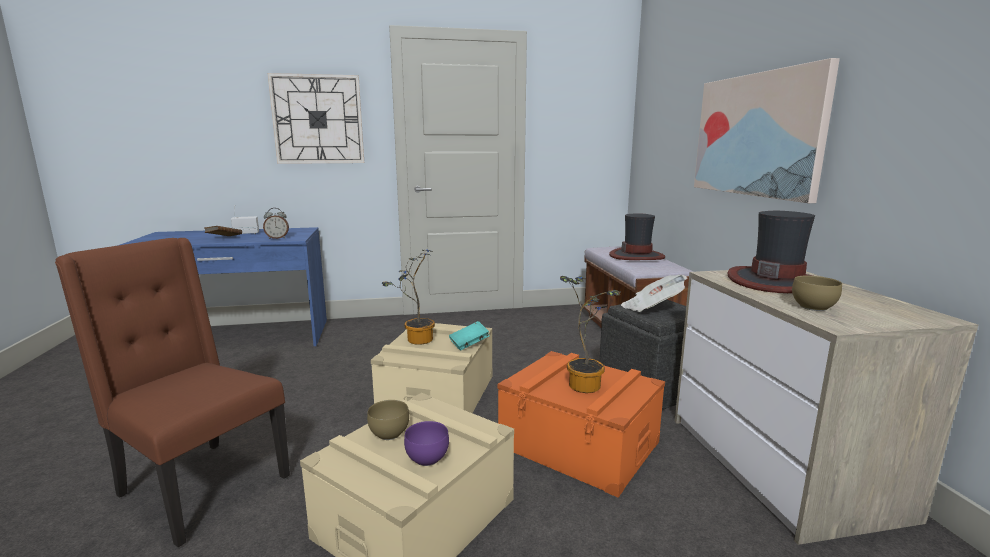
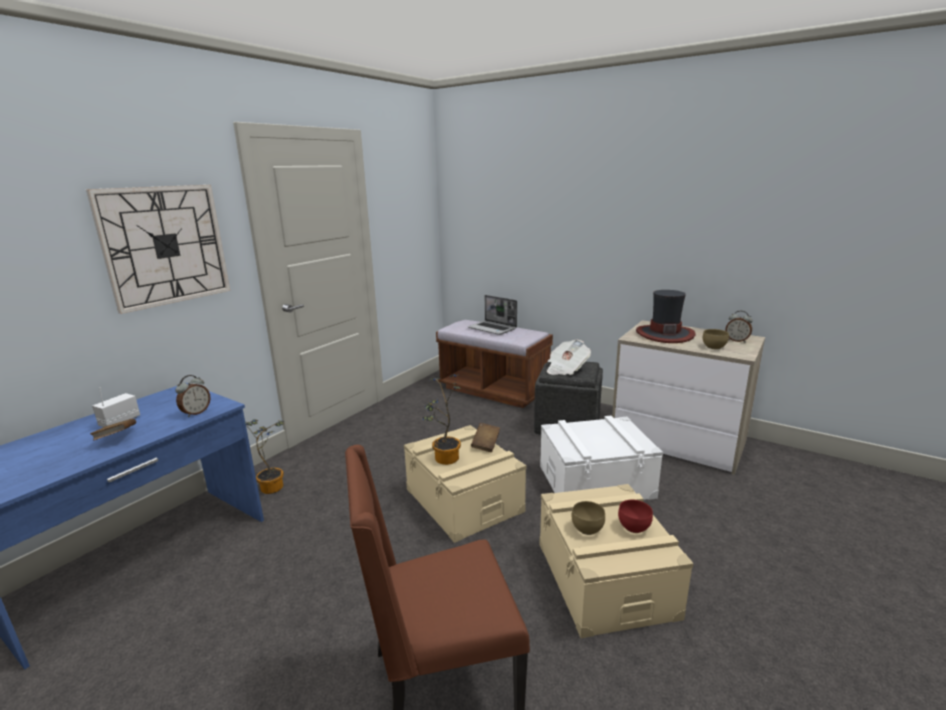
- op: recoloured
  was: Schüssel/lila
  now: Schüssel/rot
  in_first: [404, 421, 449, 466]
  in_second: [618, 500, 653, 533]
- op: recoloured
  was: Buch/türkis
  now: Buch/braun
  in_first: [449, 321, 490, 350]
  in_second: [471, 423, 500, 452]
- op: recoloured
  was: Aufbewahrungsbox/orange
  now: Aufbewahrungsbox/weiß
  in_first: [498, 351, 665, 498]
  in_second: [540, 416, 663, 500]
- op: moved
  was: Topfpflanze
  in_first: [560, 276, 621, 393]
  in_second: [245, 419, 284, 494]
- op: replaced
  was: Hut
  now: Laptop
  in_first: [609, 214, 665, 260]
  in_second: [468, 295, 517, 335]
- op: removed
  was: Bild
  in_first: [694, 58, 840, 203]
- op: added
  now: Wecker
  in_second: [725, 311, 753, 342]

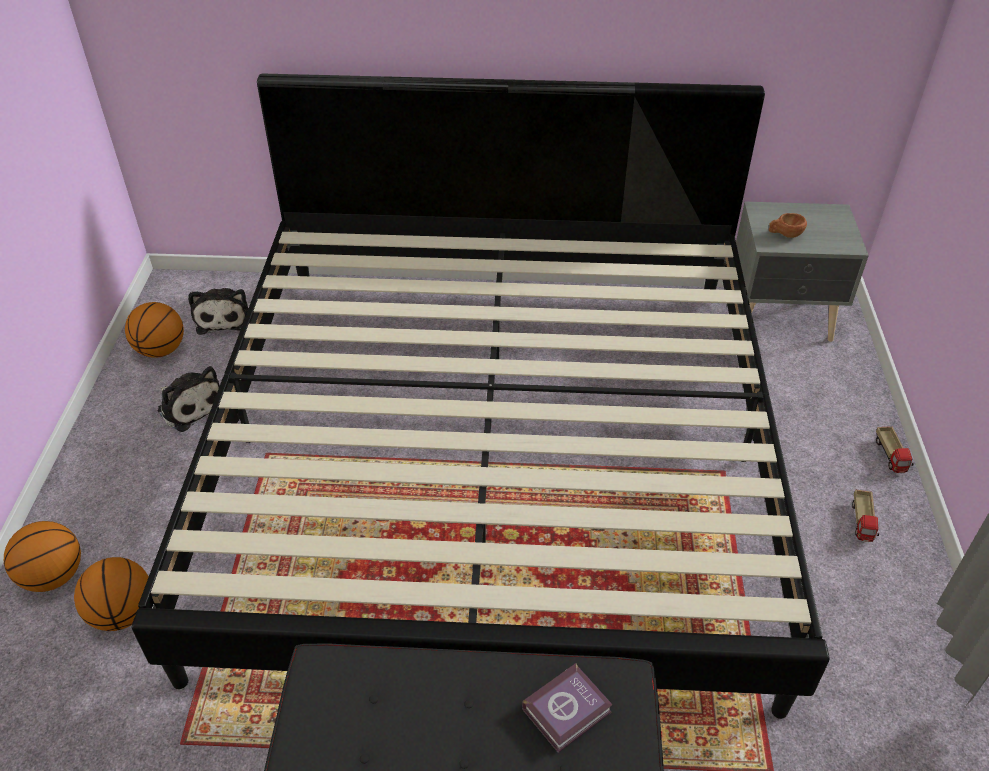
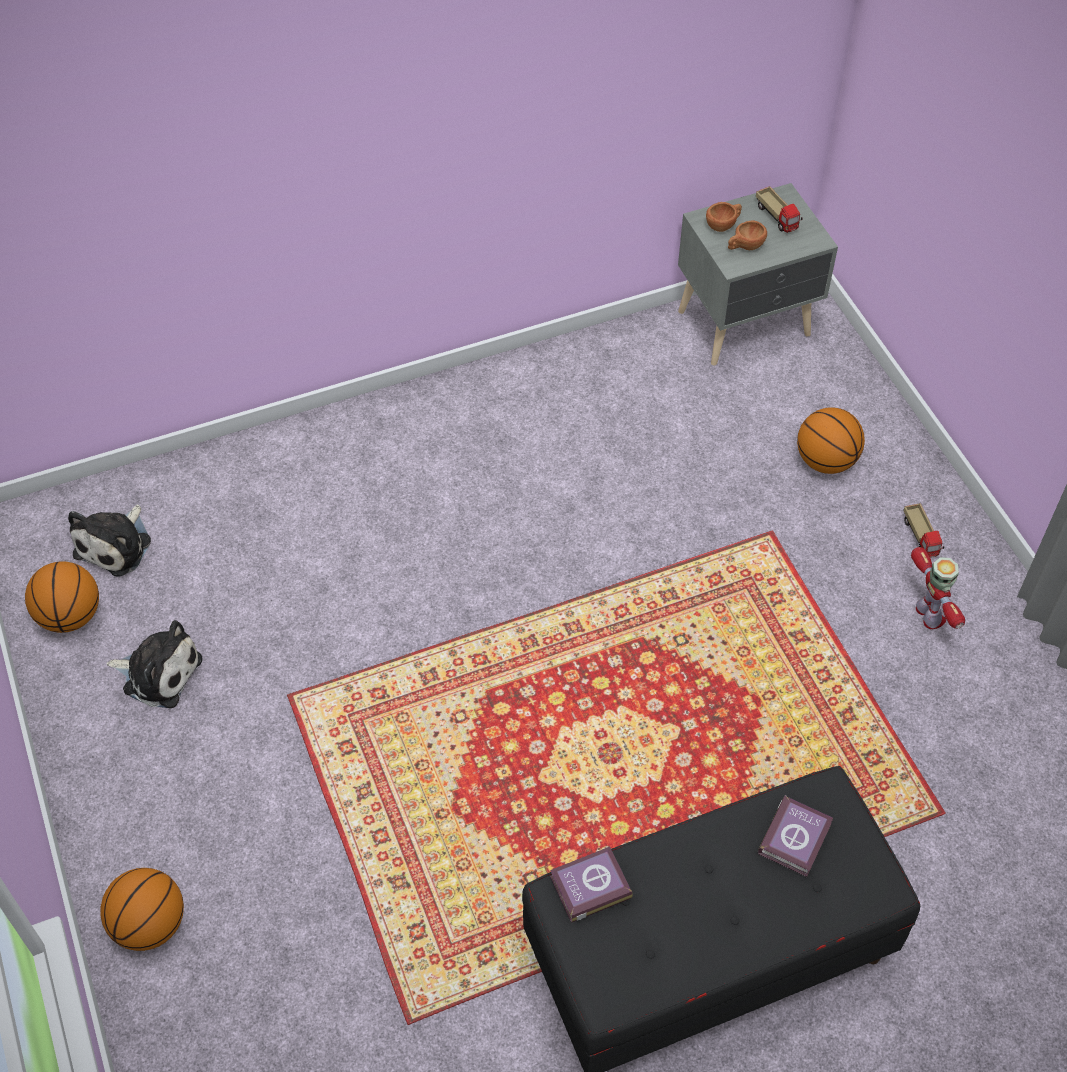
- op: moved
  was: Basketball
  in_first: [74, 557, 149, 631]
  in_second: [797, 408, 865, 474]
- op: removed
  was: Bett
  in_first: [132, 74, 830, 719]
- op: turned
  was: Plüschtier
  in_first: [188, 288, 248, 335]
  in_second: [68, 505, 151, 576]
  clockwise: 60
- op: moved
  was: Spielzeuglaster
  in_first: [876, 426, 914, 473]
  in_second: [756, 186, 803, 233]
- op: added
  now: Buch
  in_second: [550, 847, 632, 923]
- op: added
  now: Tasse/braun
  in_second: [706, 202, 742, 232]
- op: added
  now: Spielzeugroboter
  in_second: [911, 547, 965, 629]

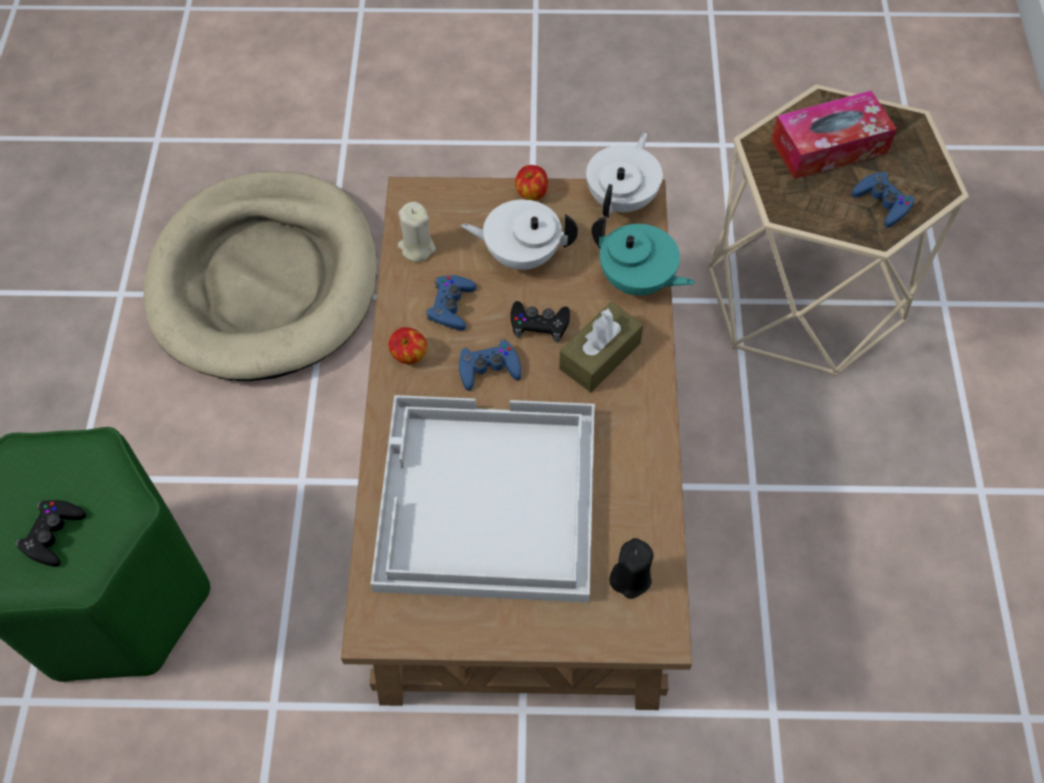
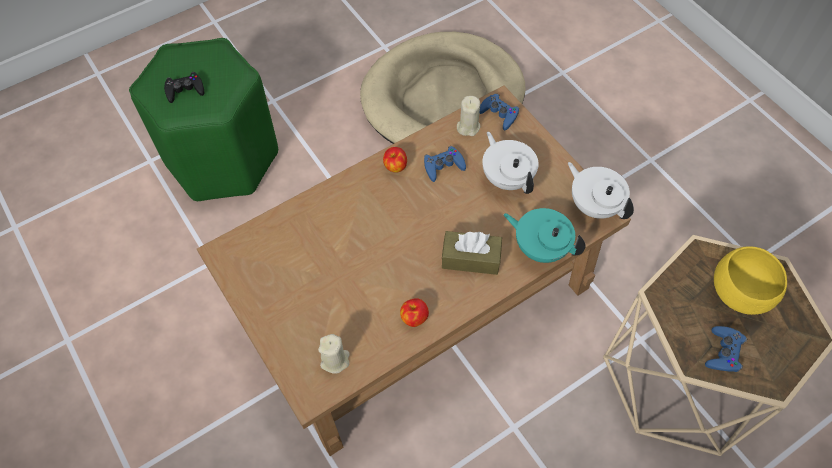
- op: removed
  was: Tablett/weiß
  in_first: [371, 395, 595, 603]
- op: moved
  was: Gamepad/blau
  in_first: [459, 339, 521, 391]
  in_second: [479, 93, 519, 130]
- op: removed
  was: Gamepad/schwarz
  in_first: [510, 301, 570, 342]
- op: moved
  was: Apfel
  in_first: [515, 165, 548, 201]
  in_second: [400, 298, 429, 327]
- op: turned
  was: Teekanne/weiß
  in_first: [586, 132, 663, 217]
  in_second: [568, 162, 634, 219]
  clockwise: -120
- op: turned
  was: Teekanne/türkis
  in_first: [592, 217, 695, 295]
  in_second: [504, 208, 586, 263]
  clockwise: 120
- op: recoloured
  was: Kerze/schwarz
  now: Kerze/beige
  in_first: [609, 538, 654, 599]
  in_second: [318, 334, 350, 374]
- op: replaced
  was: Taschentuchbox
  now: Schüssel/gelb
  in_first: [771, 91, 897, 179]
  in_second: [714, 246, 787, 315]

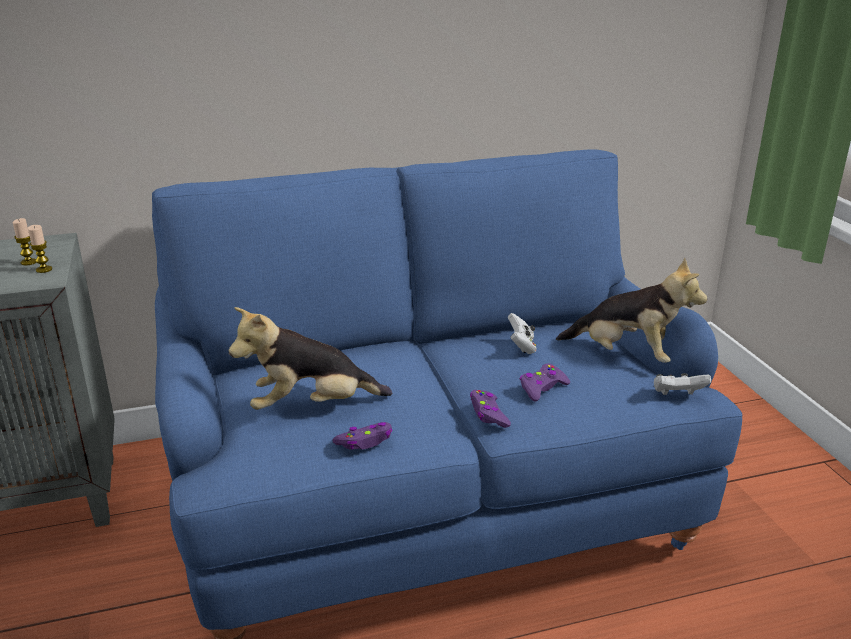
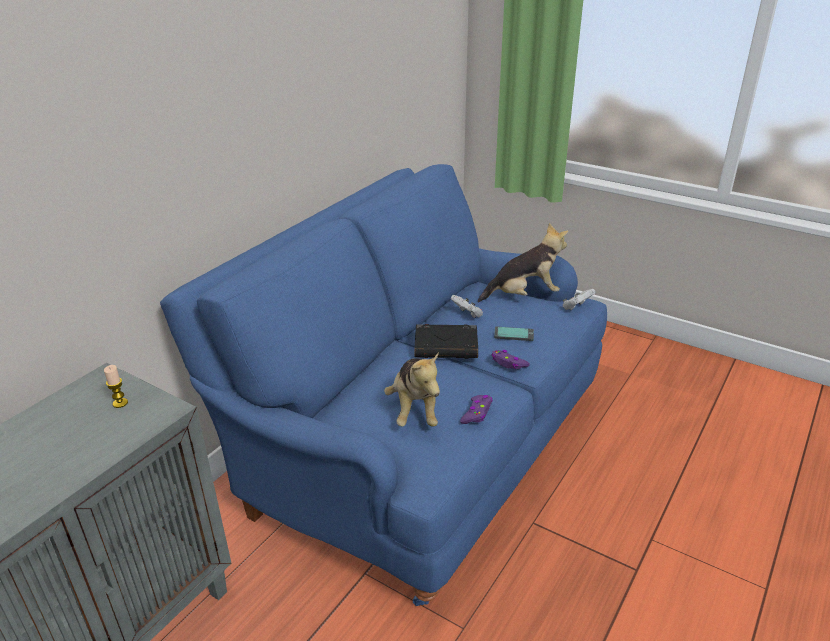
- op: removed
  was: Kerze
  in_first: [28, 225, 52, 273]
- op: turned
  was: Plüschtier
  in_first: [229, 307, 392, 410]
  in_second: [384, 352, 440, 427]
  clockwise: -45
- op: replaced
  was: Gamepad/lila
  now: Handy
  in_first: [520, 363, 570, 401]
  in_second: [494, 327, 534, 341]
- op: added
  now: Buch/schwarz
  in_second: [414, 324, 478, 359]

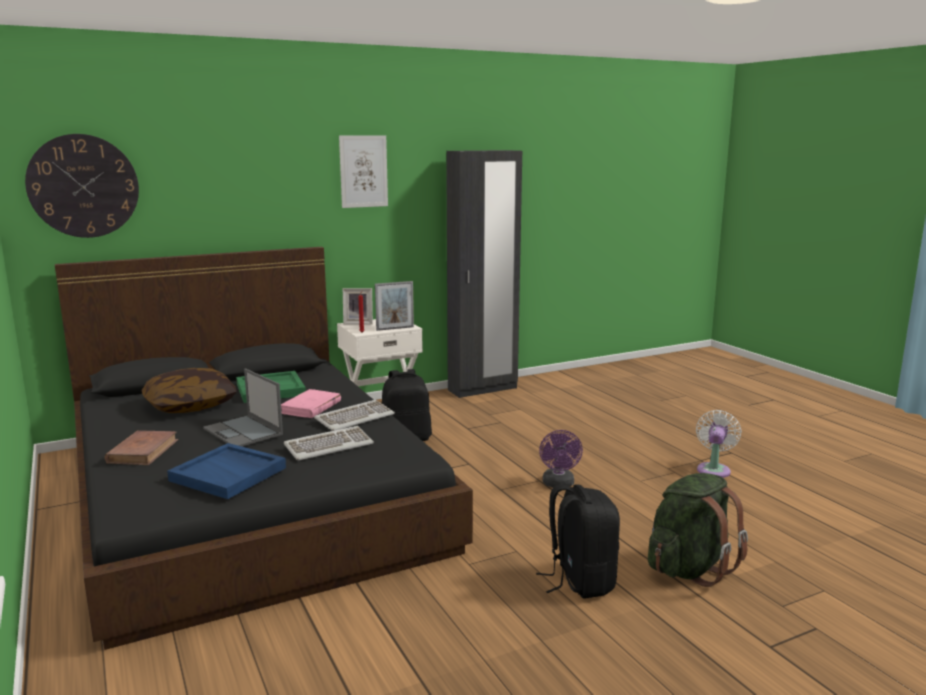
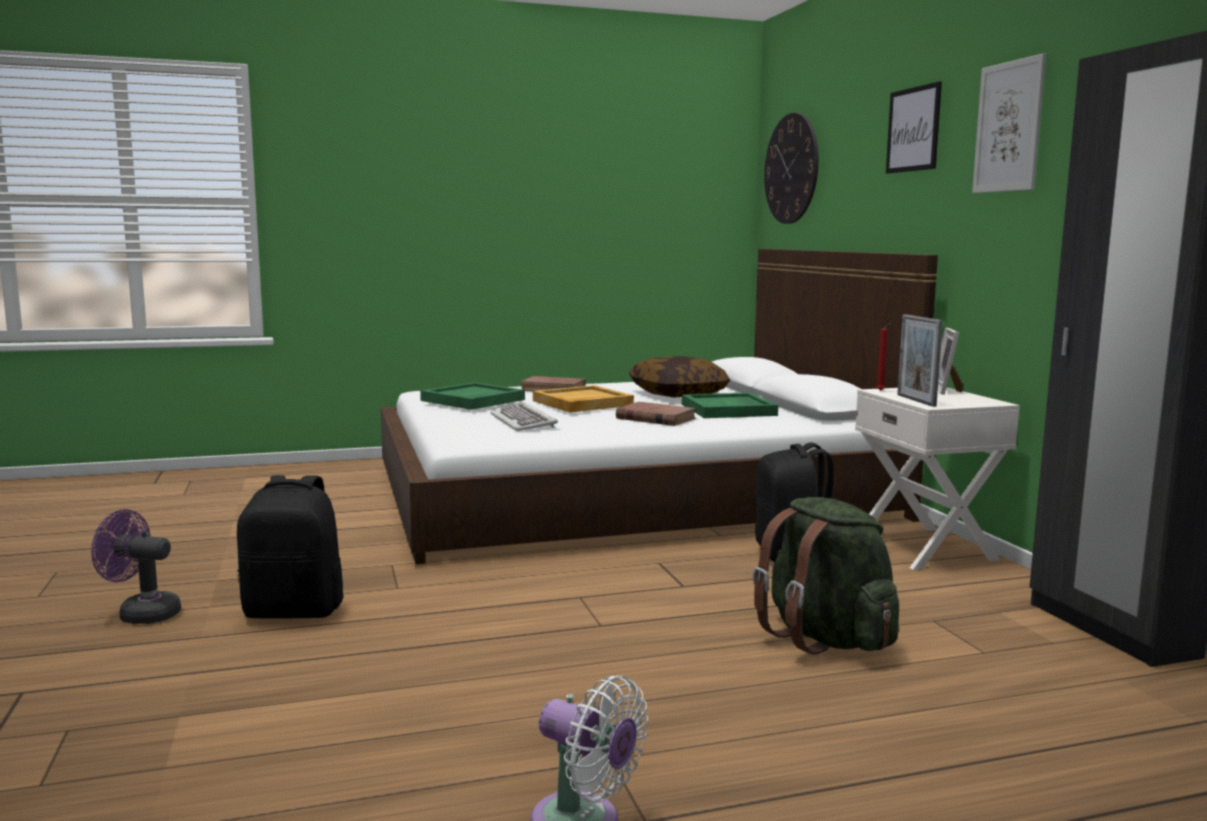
- op: recoloured
  was: Bett/schwarz
  now: Bett/weiß
  in_first: [55, 247, 473, 650]
  in_second: [381, 249, 938, 564]
- op: recoloured
  was: Tablett/blau
  now: Tablett/grün
  in_first: [167, 443, 286, 499]
  in_second: [420, 382, 525, 410]
- op: replaced
  was: Laptop
  now: Tablett/beige
  in_first: [203, 368, 283, 447]
  in_second: [533, 385, 634, 413]
- op: recoloured
  was: Buch/rosa
  now: Buch/braun
  in_first: [281, 389, 341, 418]
  in_second: [616, 402, 696, 426]
- op: removed
  was: Tastatur
  in_first: [314, 400, 395, 431]
- op: moved
  was: Ventilator/lila
  in_first: [539, 430, 583, 487]
  in_second: [91, 509, 181, 624]
- op: moved
  was: Rucksack/grün
  in_first: [648, 473, 748, 587]
  in_second: [753, 497, 899, 655]
- op: added
  now: Bild
  in_second: [886, 81, 942, 173]

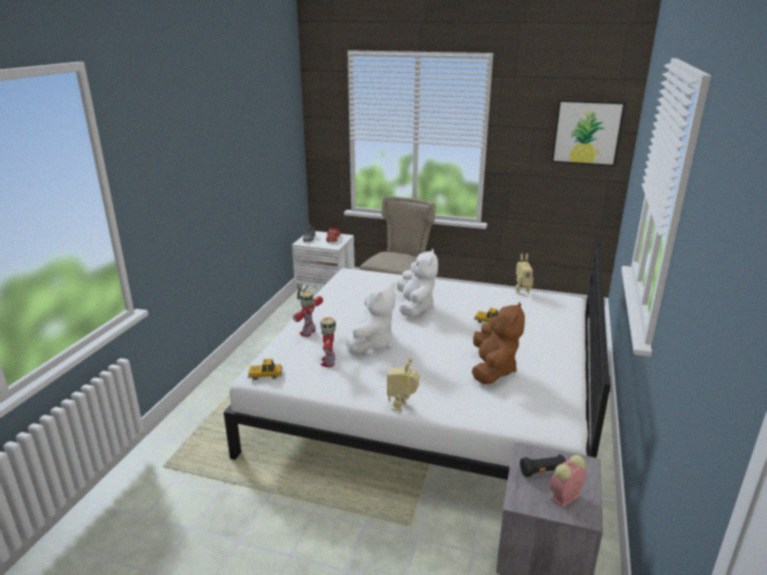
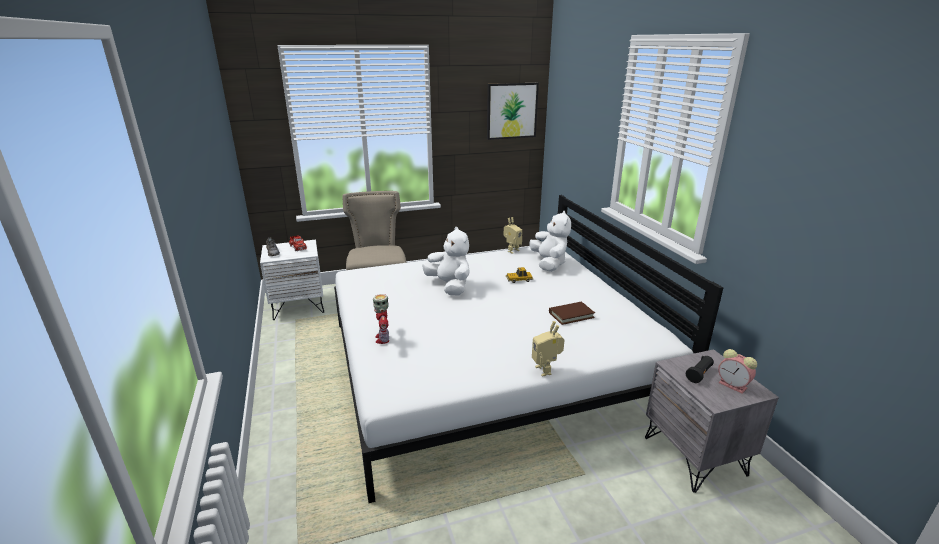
- op: removed
  was: Spielzeugauto
  in_first: [248, 359, 283, 380]
- op: removed
  was: Spielzeugroboter
  in_first: [320, 317, 336, 367]
- op: moved
  was: Plüschtier/weiß
  in_first: [346, 282, 396, 354]
  in_second: [529, 211, 571, 272]
- op: replaced
  was: Plüschtier/braun
  now: Buch/braun
  in_first: [472, 302, 525, 385]
  in_second: [549, 302, 595, 325]
- op: turned
  was: Wecker
  in_first: [550, 455, 586, 508]
  in_second: [718, 349, 757, 394]
  clockwise: -60

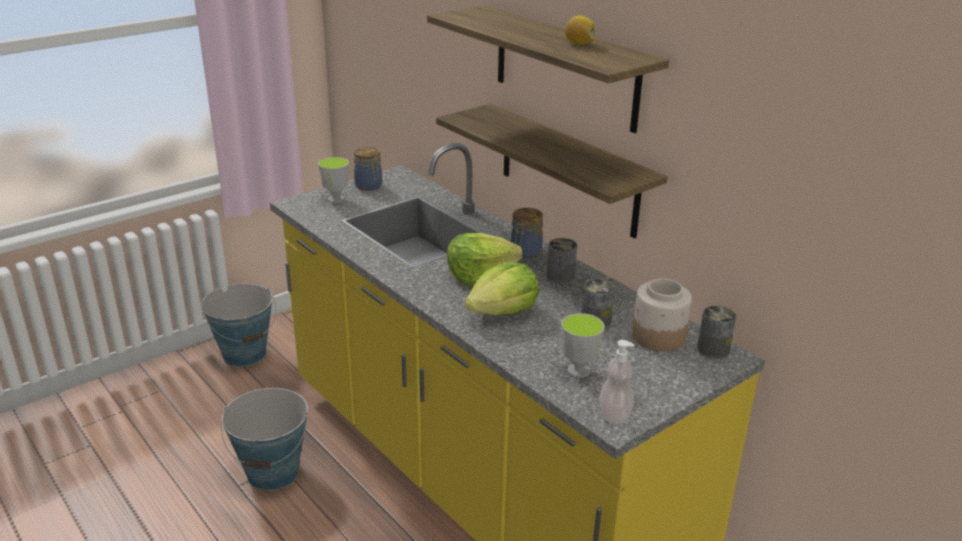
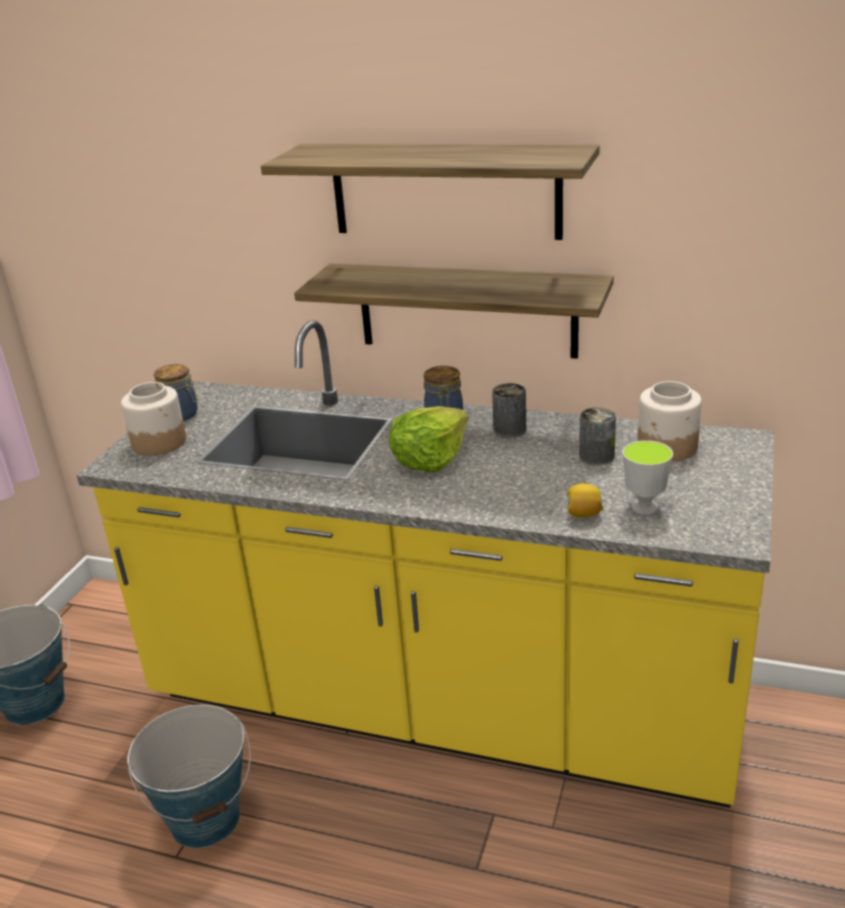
- op: replaced
  was: Tasse
  now: Vorratsglas
  in_first: [318, 157, 349, 203]
  in_second: [121, 382, 186, 456]
- op: removed
  was: Salatkopf
  in_first: [465, 262, 539, 315]
- op: moved
  was: Zitrone
  in_first: [565, 15, 596, 44]
  in_second: [567, 483, 603, 518]
- op: removed
  was: Seifenspender
  in_first: [599, 340, 634, 424]
- op: removed
  was: Dose
  in_first: [697, 305, 736, 359]

